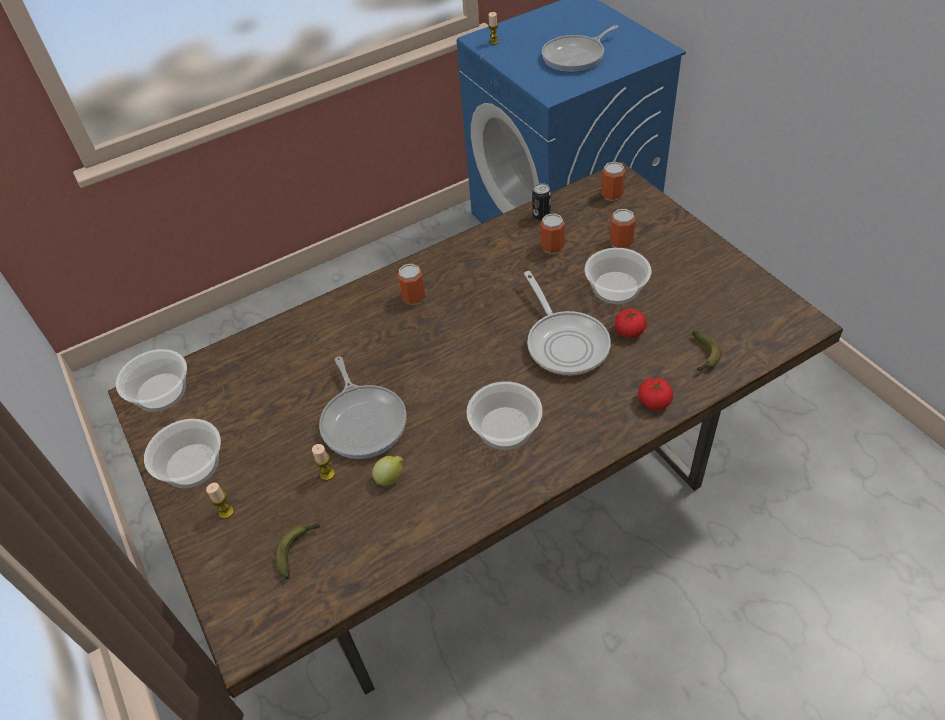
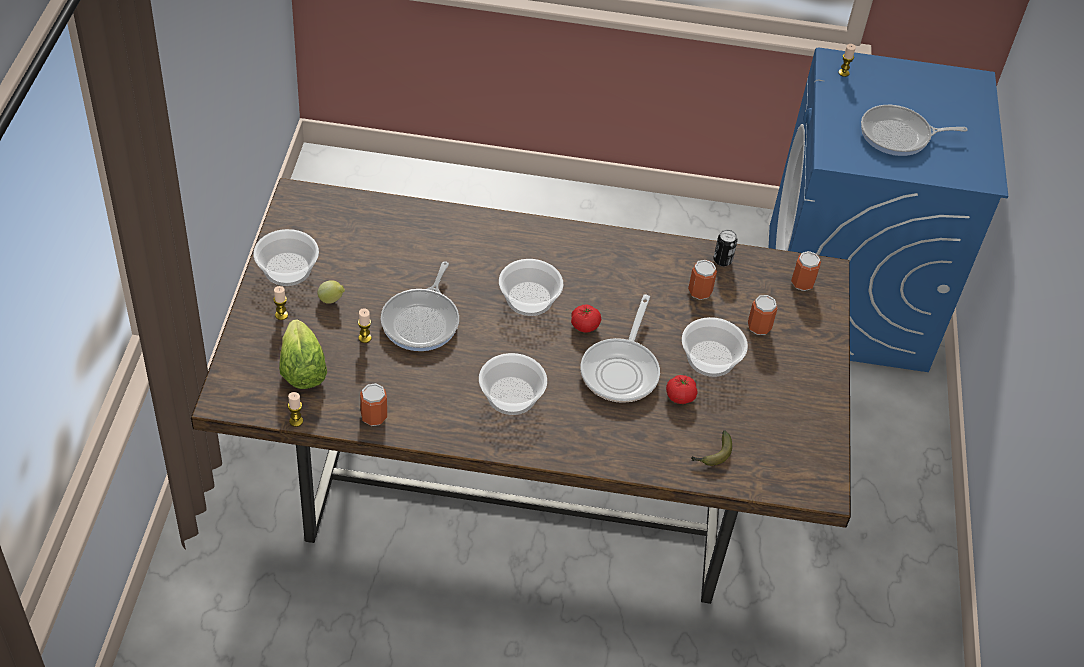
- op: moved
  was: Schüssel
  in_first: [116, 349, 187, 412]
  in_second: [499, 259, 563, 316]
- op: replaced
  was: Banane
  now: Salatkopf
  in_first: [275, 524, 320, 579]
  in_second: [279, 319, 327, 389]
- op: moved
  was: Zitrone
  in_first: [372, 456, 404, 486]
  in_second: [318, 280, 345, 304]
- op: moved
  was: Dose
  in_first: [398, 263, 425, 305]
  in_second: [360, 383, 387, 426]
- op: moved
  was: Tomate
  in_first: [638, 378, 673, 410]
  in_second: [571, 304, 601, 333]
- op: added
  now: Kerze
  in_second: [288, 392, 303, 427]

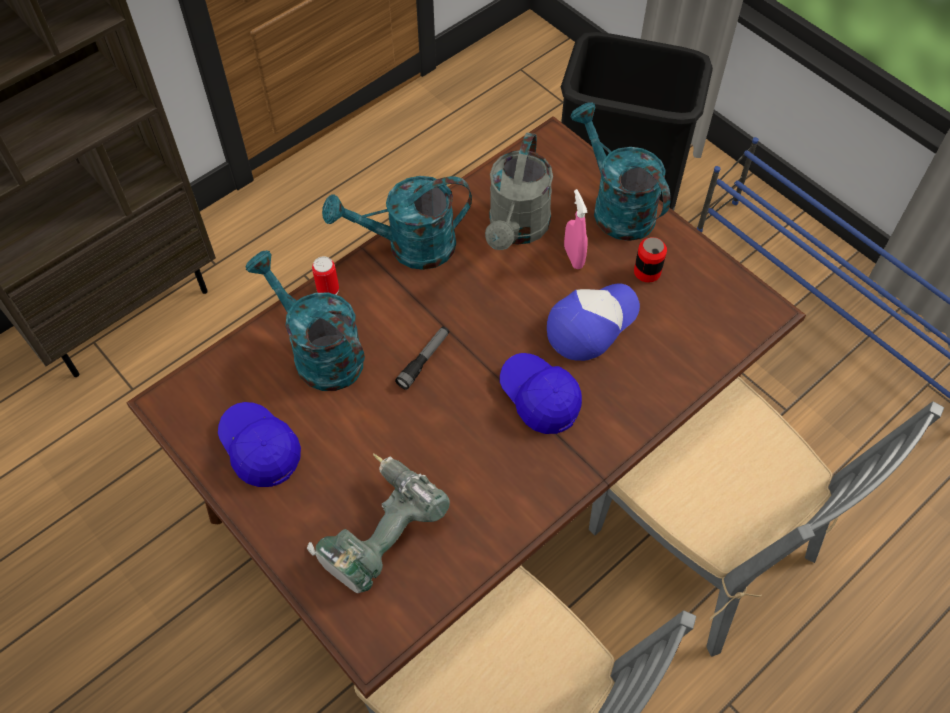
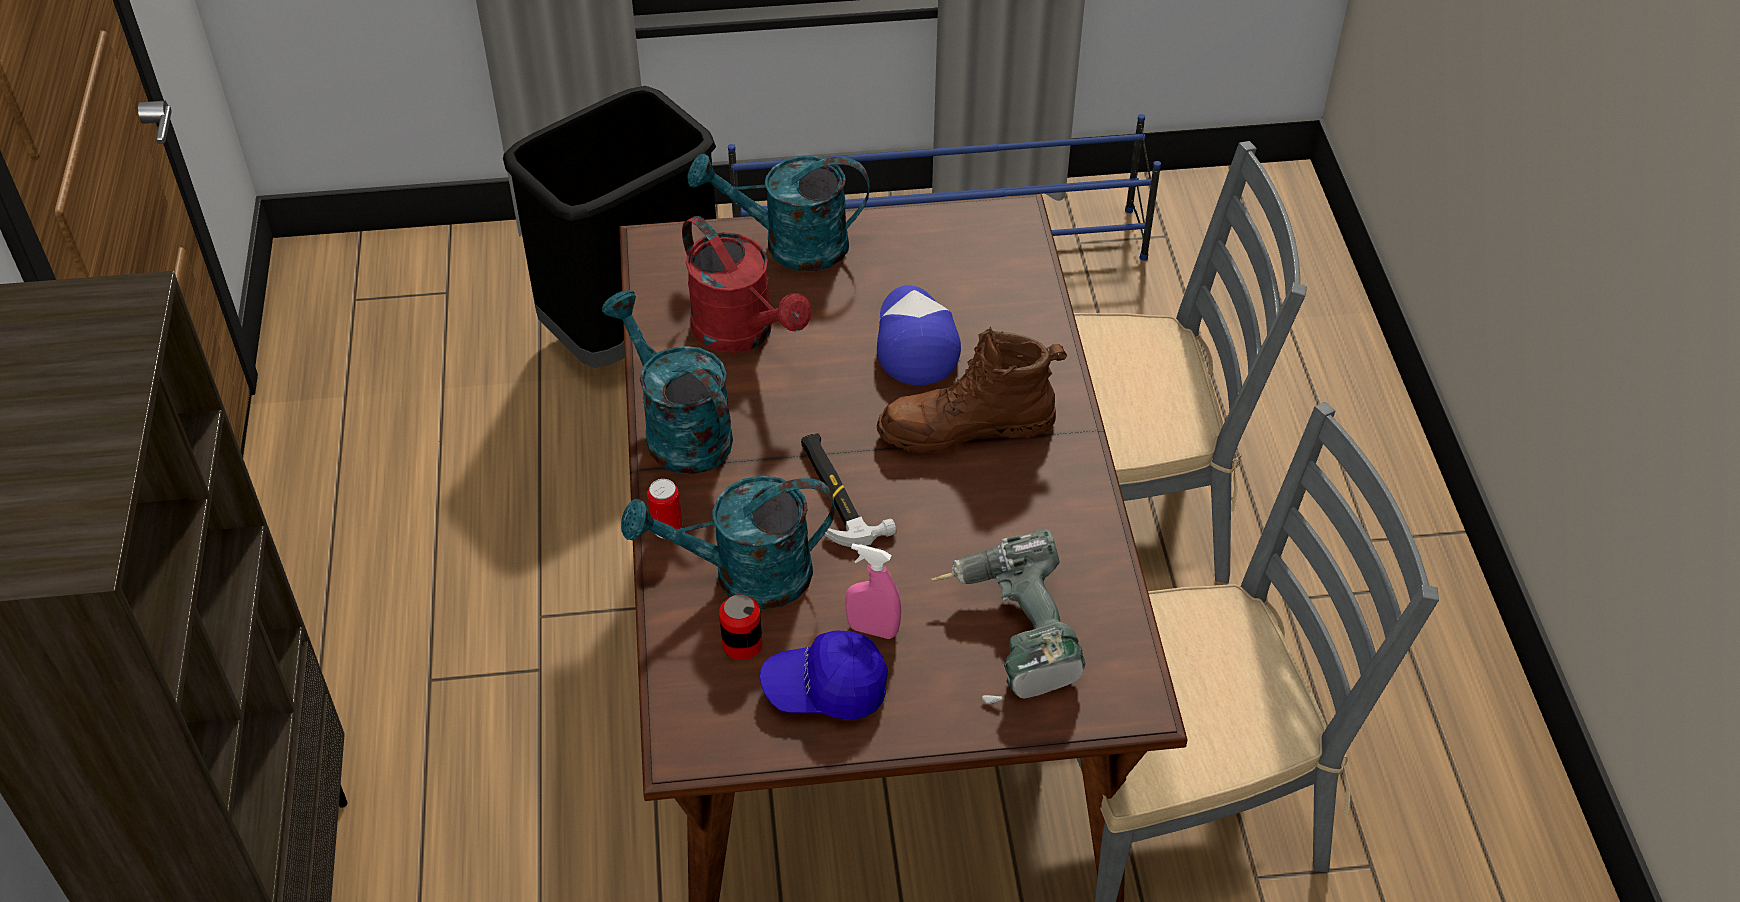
- op: turned
  was: Gießkanne/türkis
  in_first: [322, 176, 472, 270]
  in_second: [602, 290, 733, 474]
  clockwise: 120
- op: replaced
  was: Taschenlampe
  now: Hammer
  in_first: [395, 326, 449, 390]
  in_second: [801, 433, 896, 547]
- op: recoloured
  was: Gießkanne/grau
  now: Gießkanne/rot
  in_first: [485, 132, 553, 250]
  in_second: [682, 216, 811, 353]
- op: replaced
  was: Kappe/blau
  now: Stiefel/braun
  in_first: [500, 353, 582, 434]
  in_second: [877, 327, 1067, 453]
- op: moved
  was: Sprühflasche/rosa
  in_first: [564, 189, 588, 269]
  in_second: [845, 544, 901, 639]
- op: moved
  was: Dose
  in_first: [634, 237, 667, 282]
  in_second: [719, 594, 762, 660]

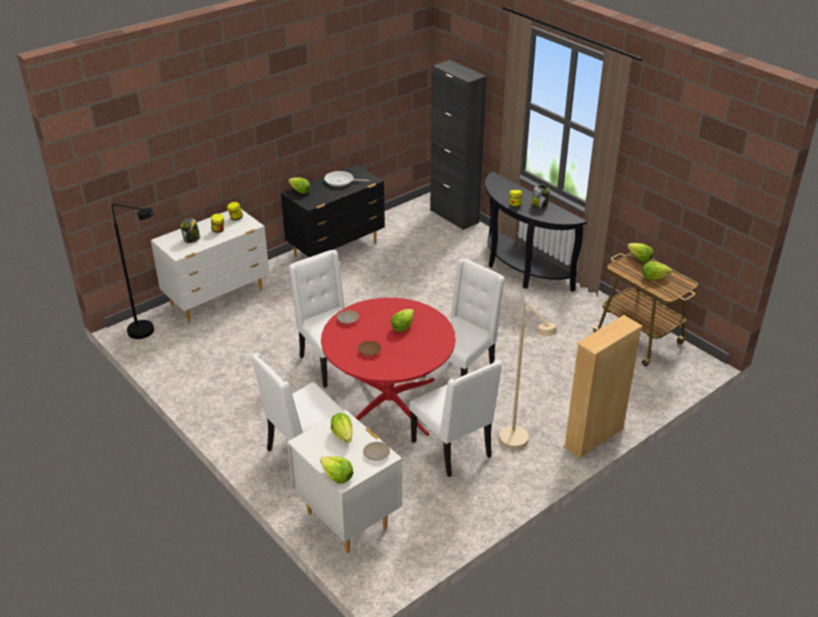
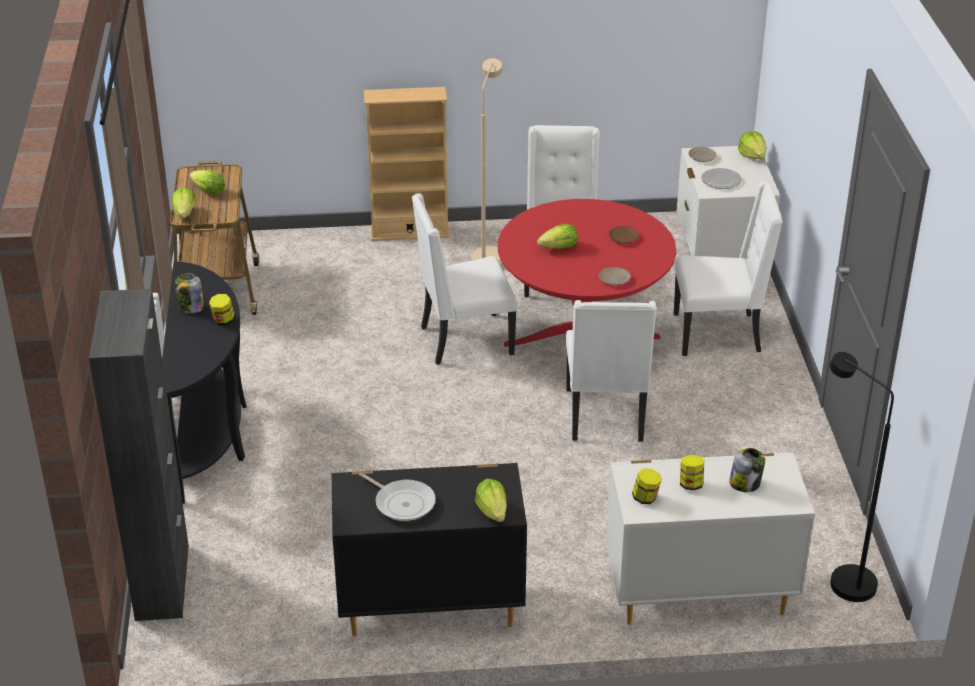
- op: replaced
  was: Salatkopf
  now: Teller
  in_first: [331, 413, 353, 443]
  in_second: [701, 168, 742, 189]

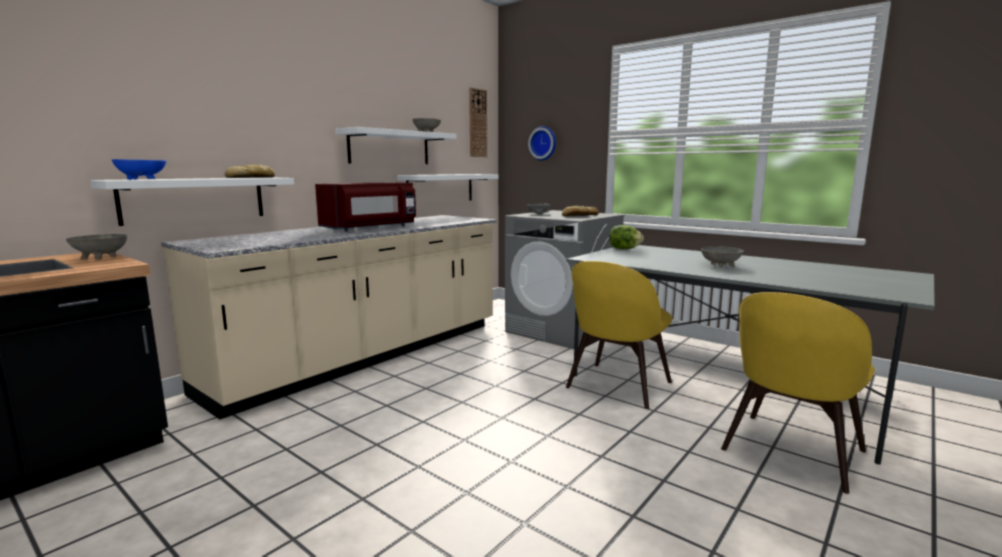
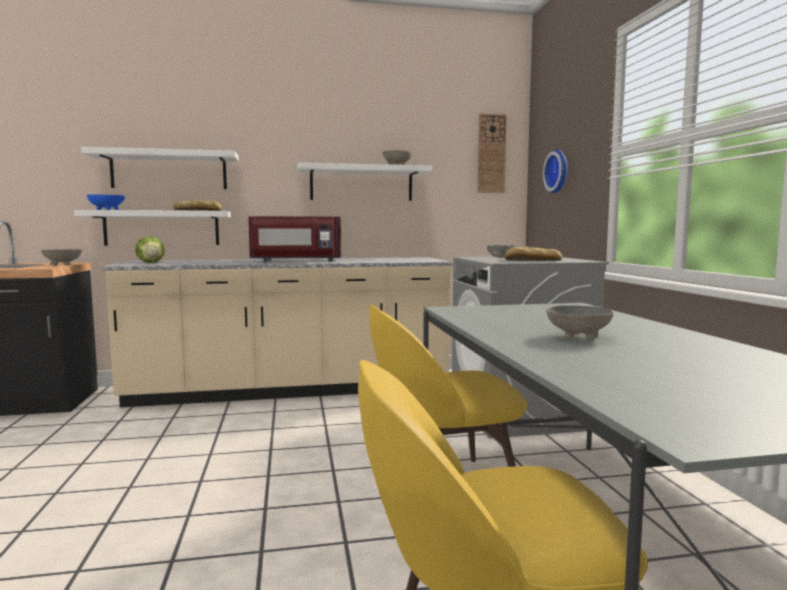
- op: moved
  was: Wandregal/weiß
  in_first: [397, 174, 498, 201]
  in_second: [81, 147, 239, 189]
- op: moved
  was: Salatkopf
  in_first: [610, 225, 644, 249]
  in_second: [135, 236, 165, 263]

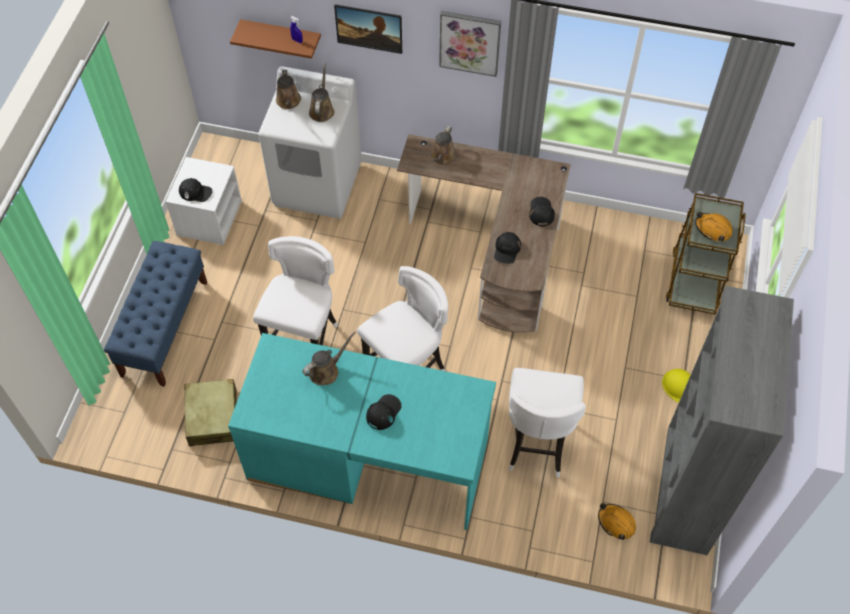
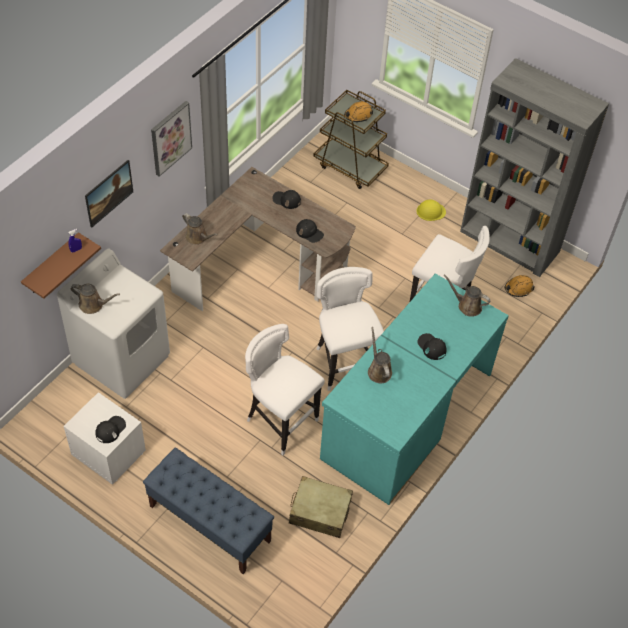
- op: moved
  was: Gießkanne/braun
  in_first: [309, 63, 334, 122]
  in_second: [443, 274, 490, 317]

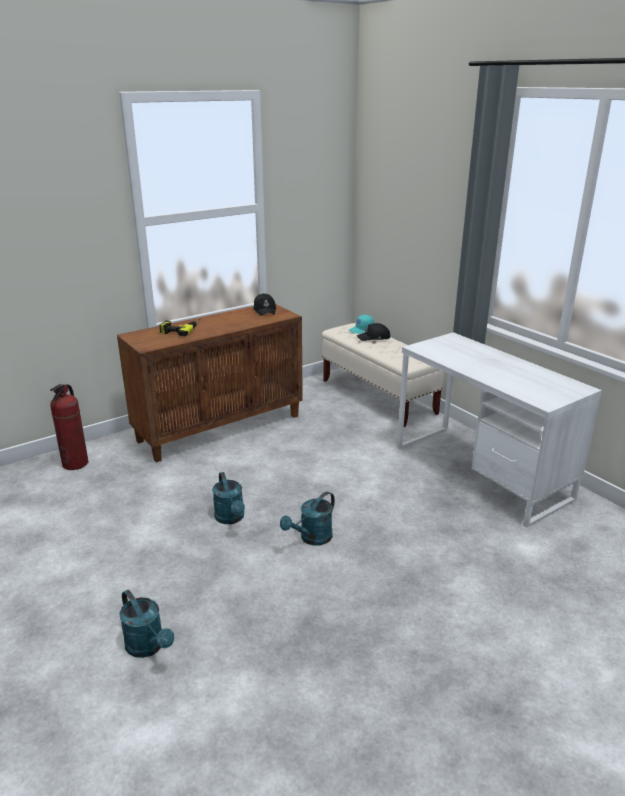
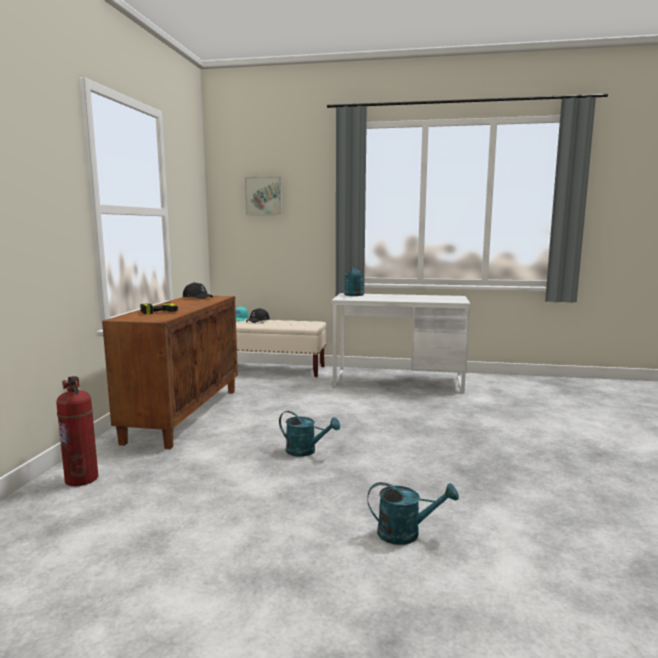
- op: moved
  was: Gießkanne/türkis
  in_first: [280, 492, 335, 546]
  in_second: [344, 267, 364, 296]
- op: added
  now: Bild
  in_second: [245, 177, 283, 215]

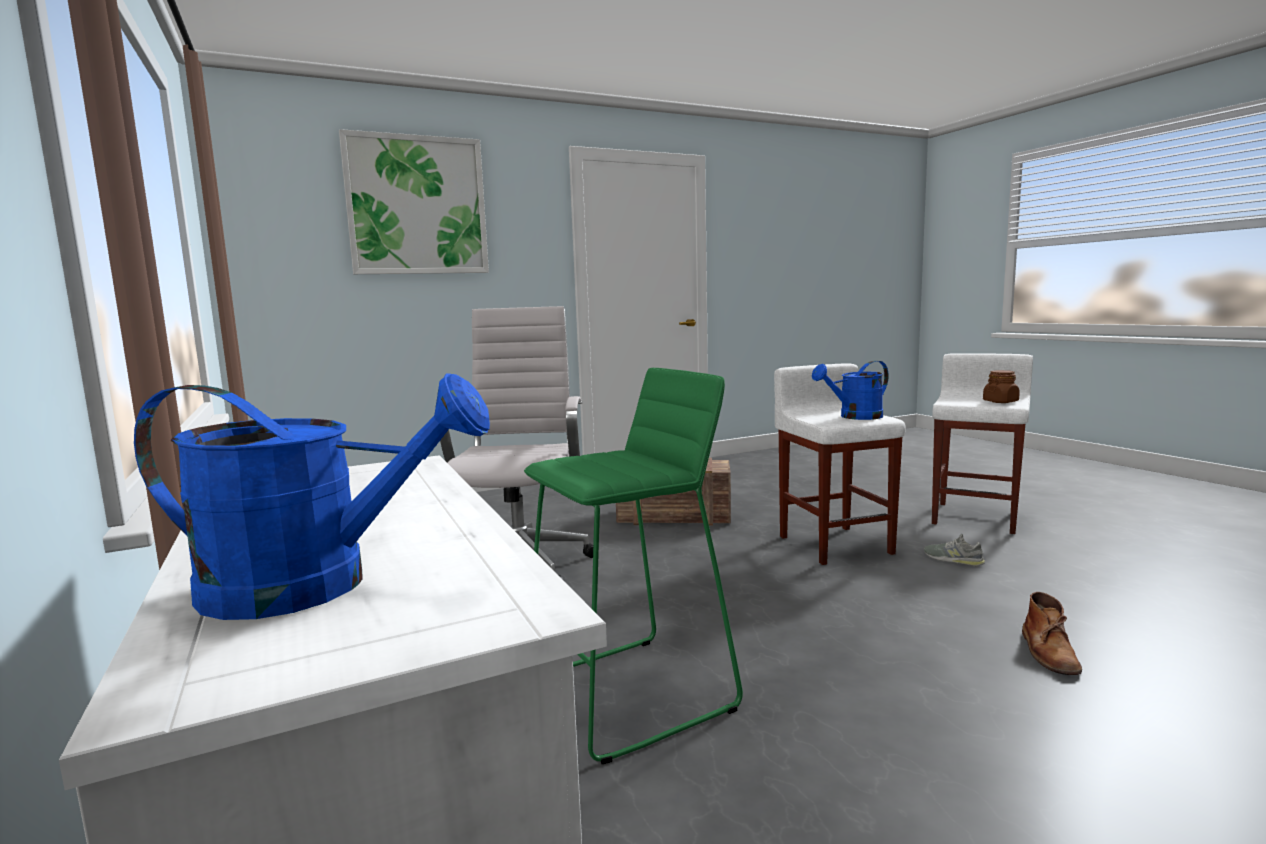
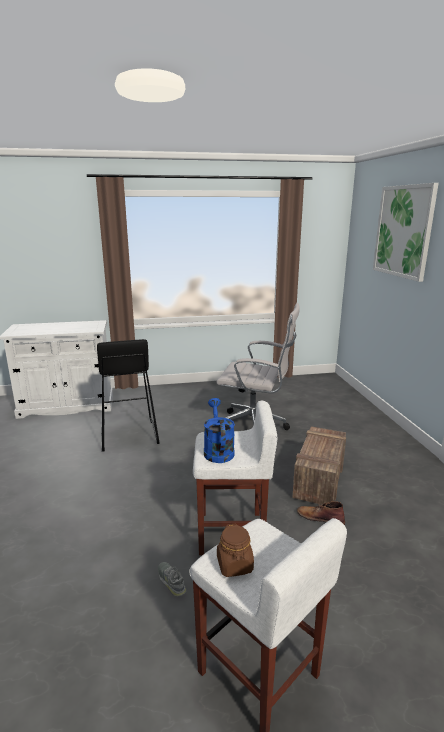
- op: removed
  was: Gießkanne/blau
  in_first: [134, 373, 490, 620]
- op: recoloured
  was: Hocker/grün
  now: Hocker/schwarz
  in_first: [524, 368, 743, 764]
  in_second: [97, 339, 160, 452]
- op: turned
  was: Schuh/grau
  in_first: [924, 534, 985, 566]
  in_second: [158, 562, 186, 597]
  clockwise: -90
- op: moved
  was: Stiefel/braun
  in_first: [1022, 592, 1082, 675]
  in_second: [297, 501, 345, 525]

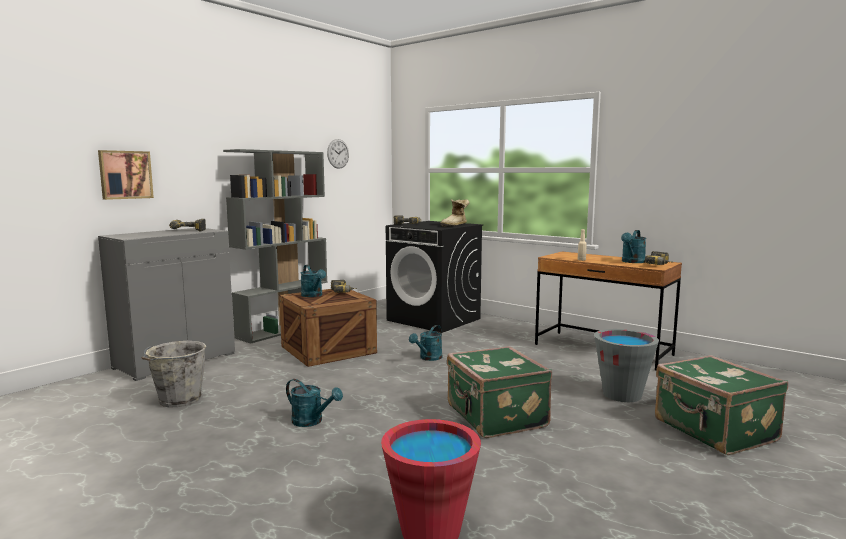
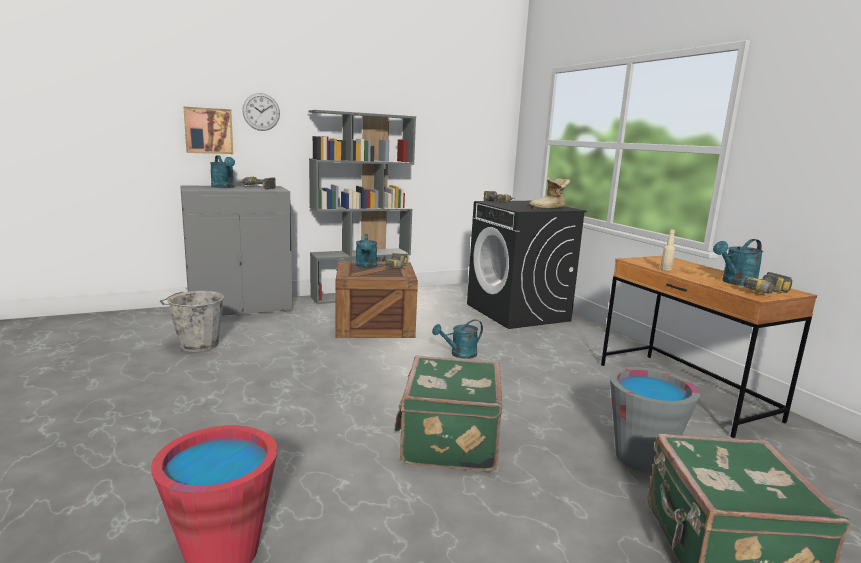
- op: moved
  was: Gießkanne/türkis
  in_first: [286, 379, 343, 427]
  in_second: [210, 155, 235, 188]
- op: moved
  was: Wanduhr
  in_first: [327, 139, 349, 169]
  in_second: [242, 93, 280, 131]

